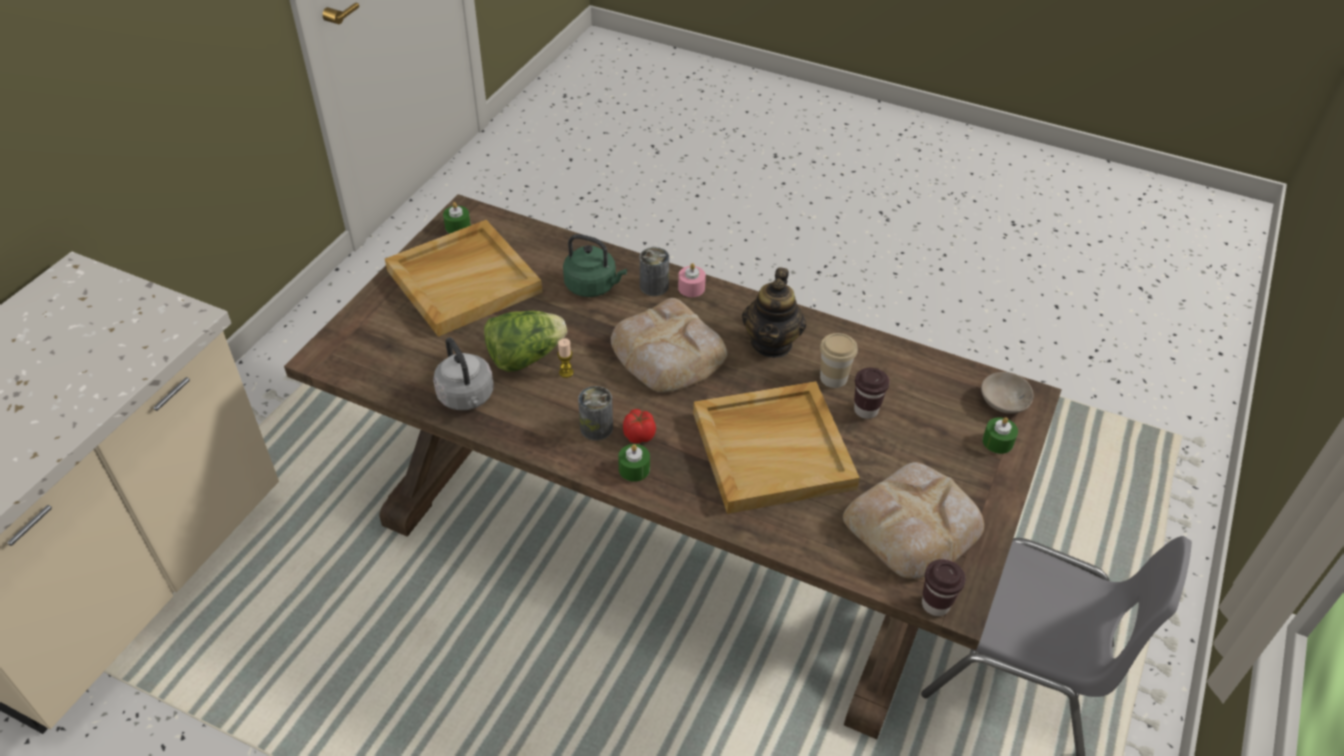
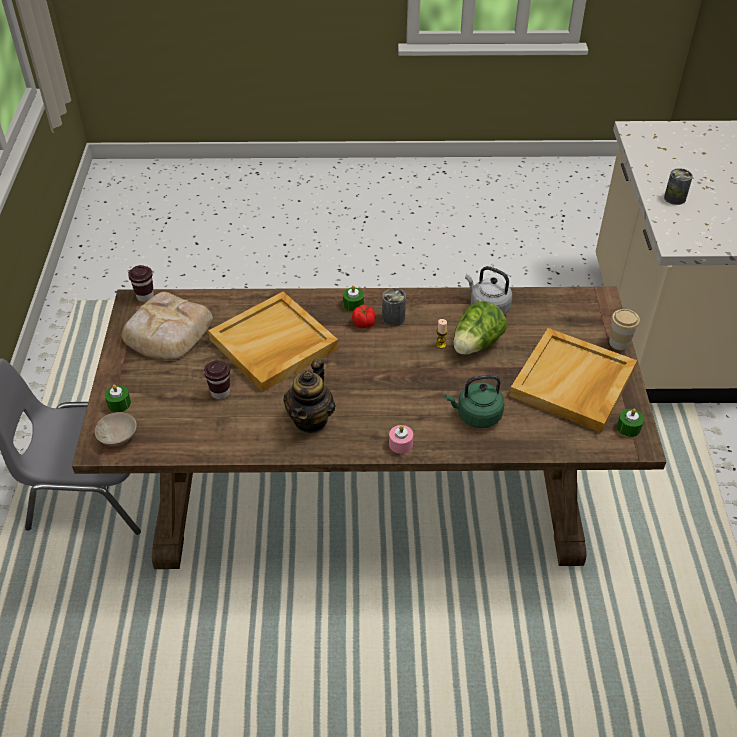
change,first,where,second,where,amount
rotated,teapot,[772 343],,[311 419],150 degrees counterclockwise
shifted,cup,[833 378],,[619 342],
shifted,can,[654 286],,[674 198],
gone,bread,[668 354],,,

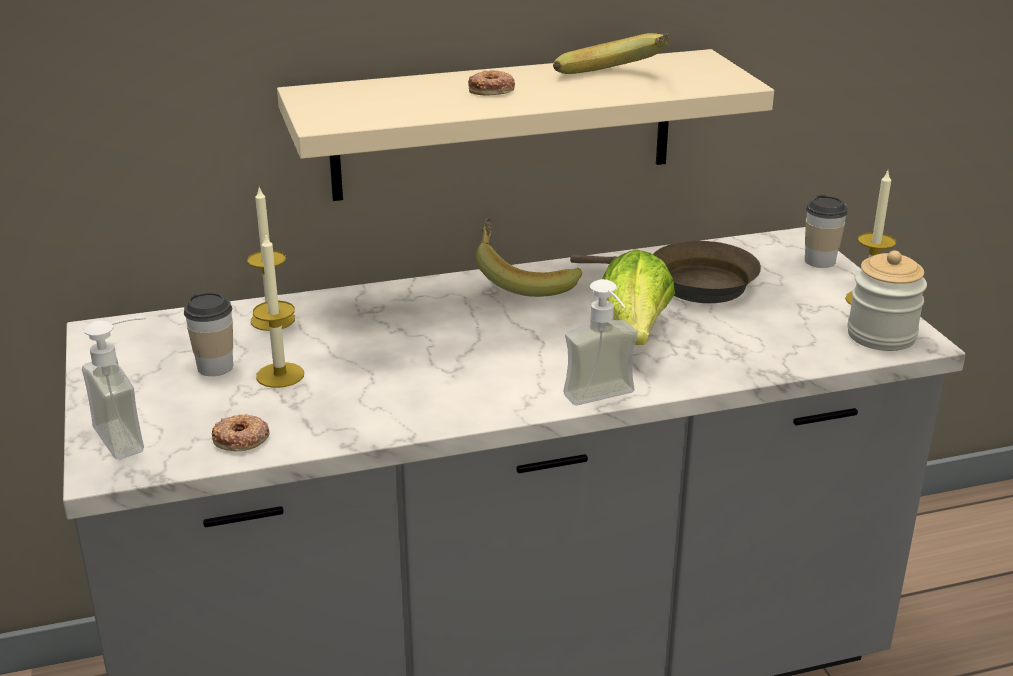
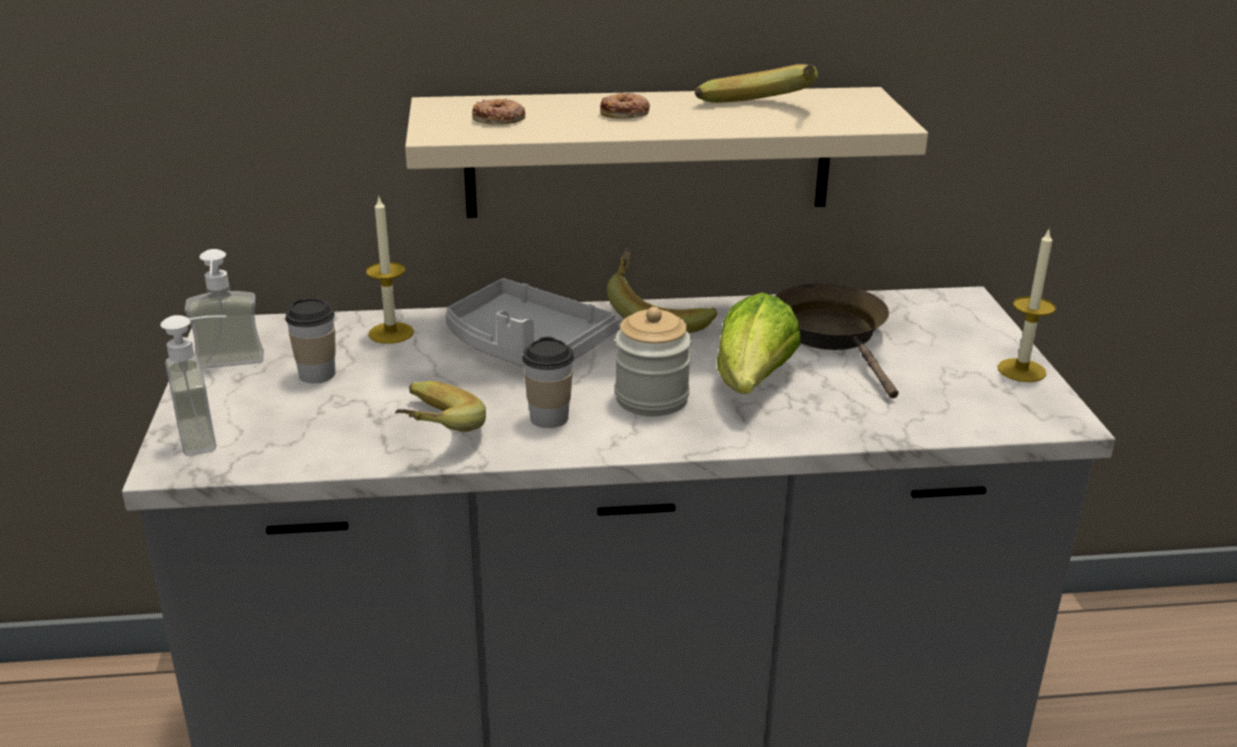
change,first,where,second,where,amount
shifted,soap dispenser,[605 400],,[229 367],
new,,,banana,[428 434],
new,,,grey tray,[526 346],
shifted,donut,[241 439],,[498 119],
shifted,cup,[819 261],,[549 418],
shifted,jar,[881 335],,[651 398],
rotated,brown frying pan,[691 284],,[833 335],135 degrees counterclockwise
gone,candle,[280 375],,,

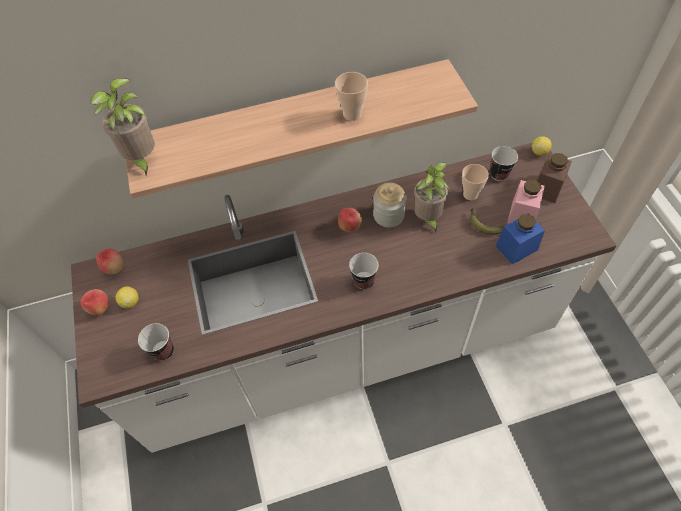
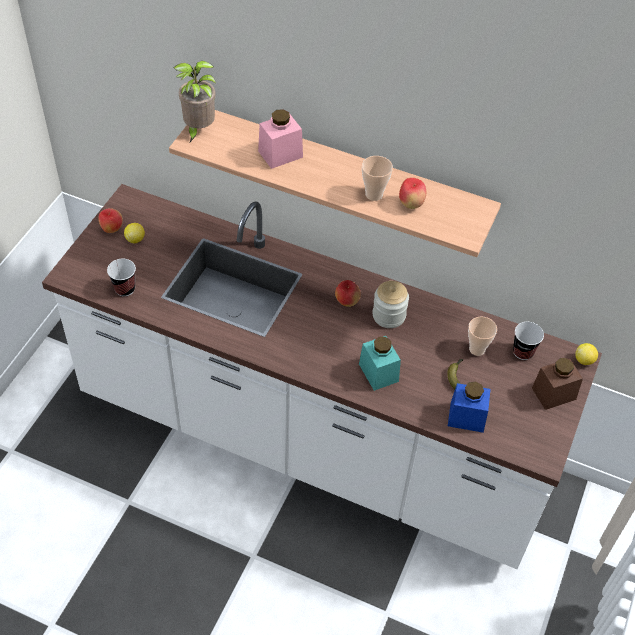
change,first,where,second,where,amount
shifted,pink jar,[522 214],,[280 154],
new,,,turquoise jar,[378 372],
shifted,apple,[115 268],,[411 204],
gone,cup,[364 281],,,
gone,potted plant,[427 219],,,

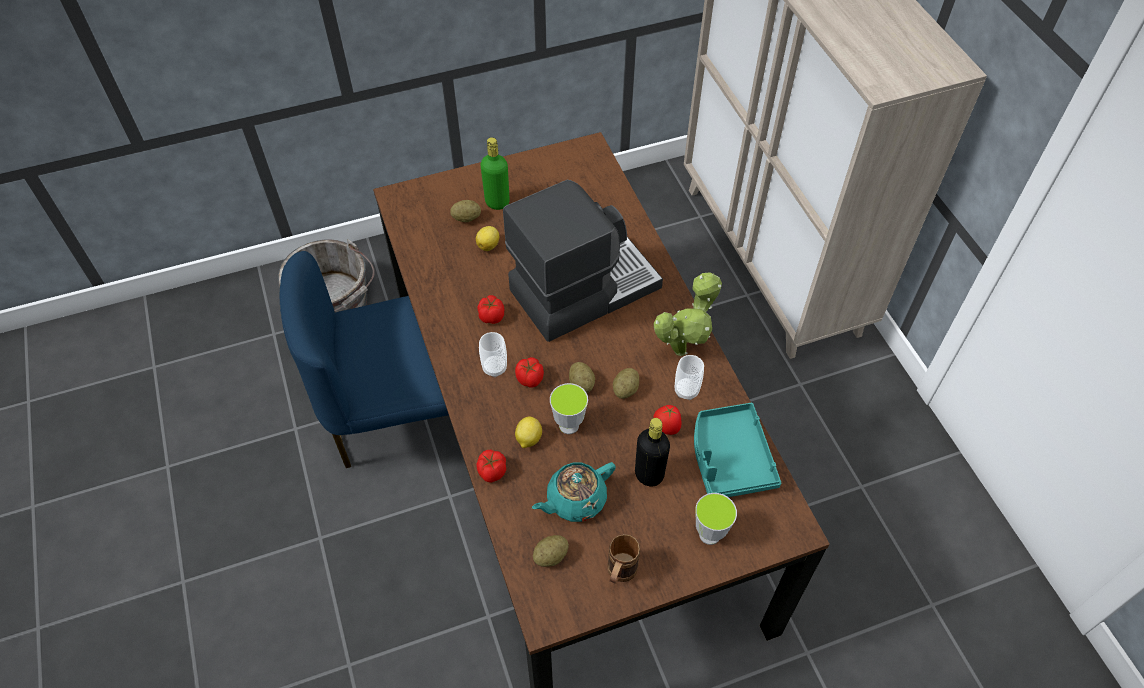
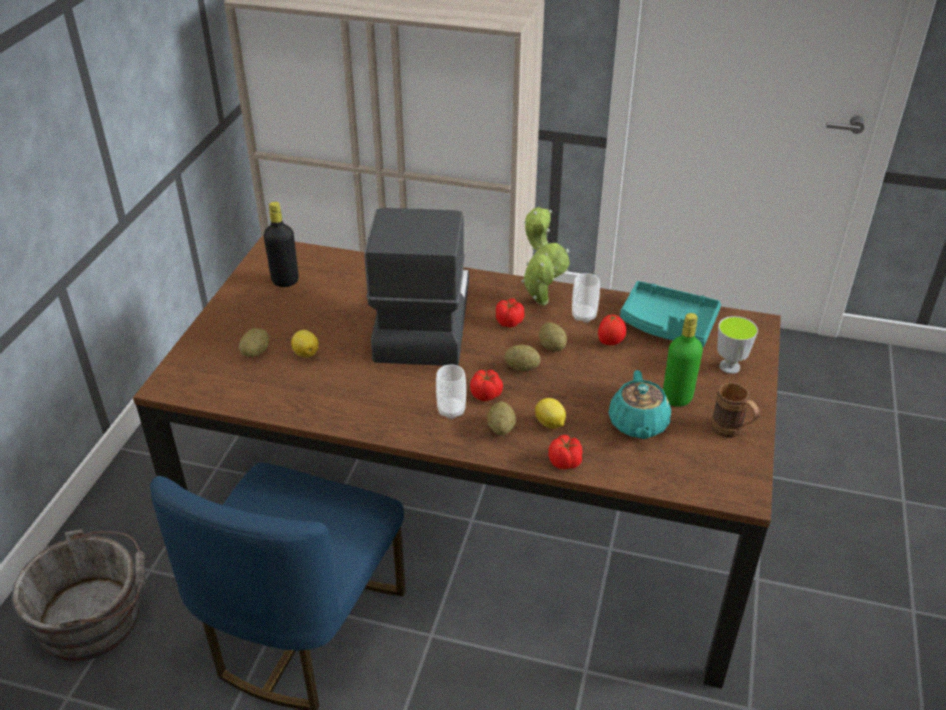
change,first,where,second,where,amount
shifted,black bottle,[649 474],,[285 281],
shifted,potato,[551 556],,[501 428],
shifted,tomato,[491 316],,[508 322],
shifted,green bottle,[497 202],,[677 398],
gone,cup,[569 425],,,

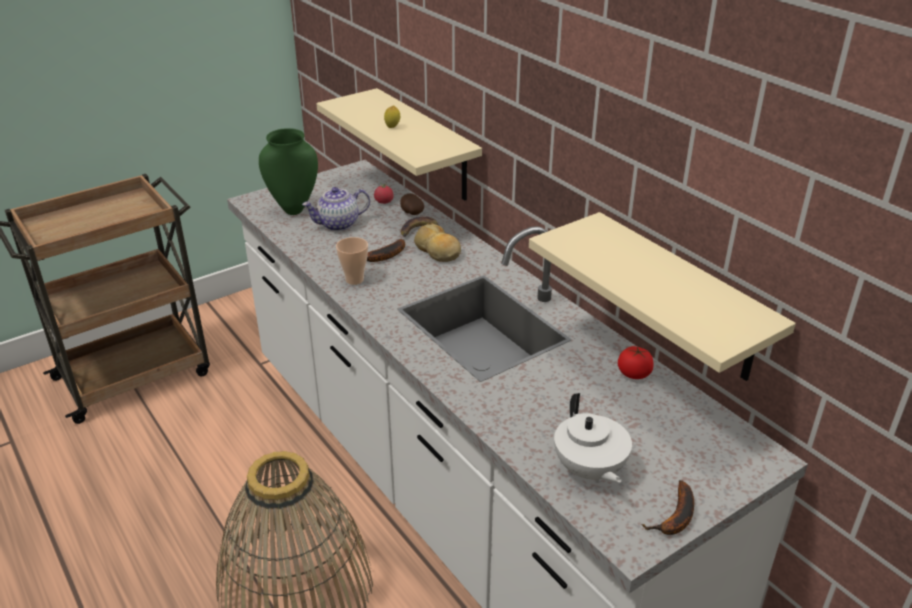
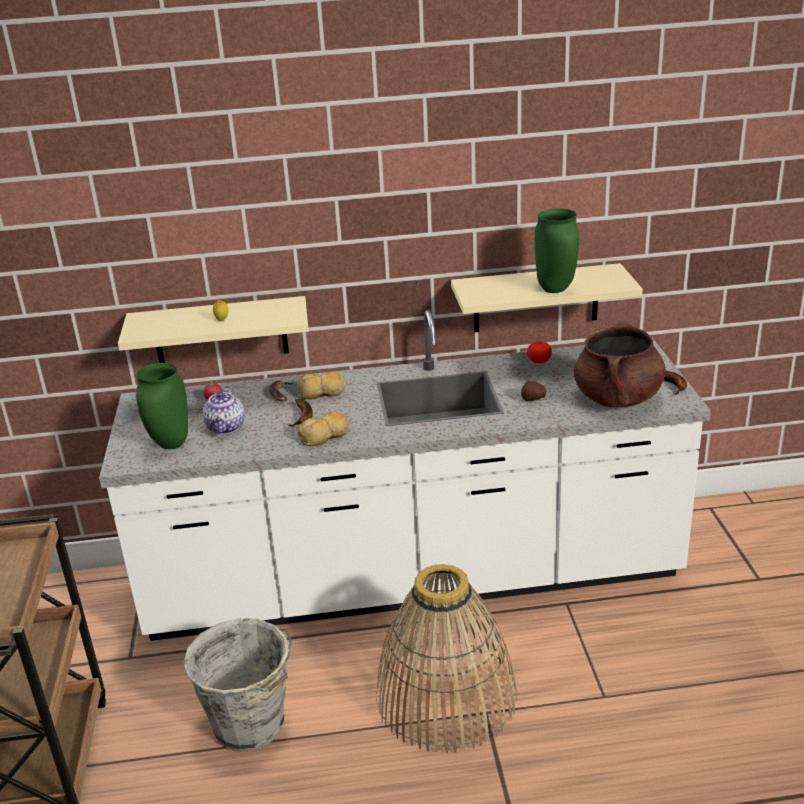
change,first,where,second,where,amount
new,,,grey bucket,[251 726],
swapped,cup,[354 280],bread,[325 436],
shifted,potato,[411 213],,[533 399],
new,,,green vase,[554 289],
swapped,white teapot,[589 470],brown cooking pot,[617 398],

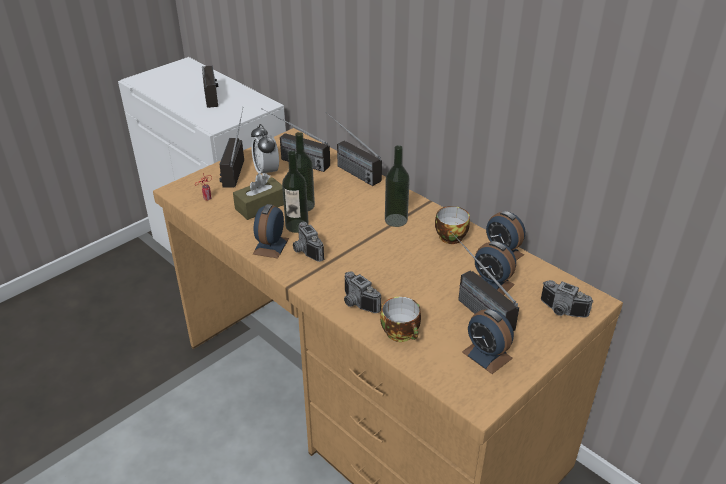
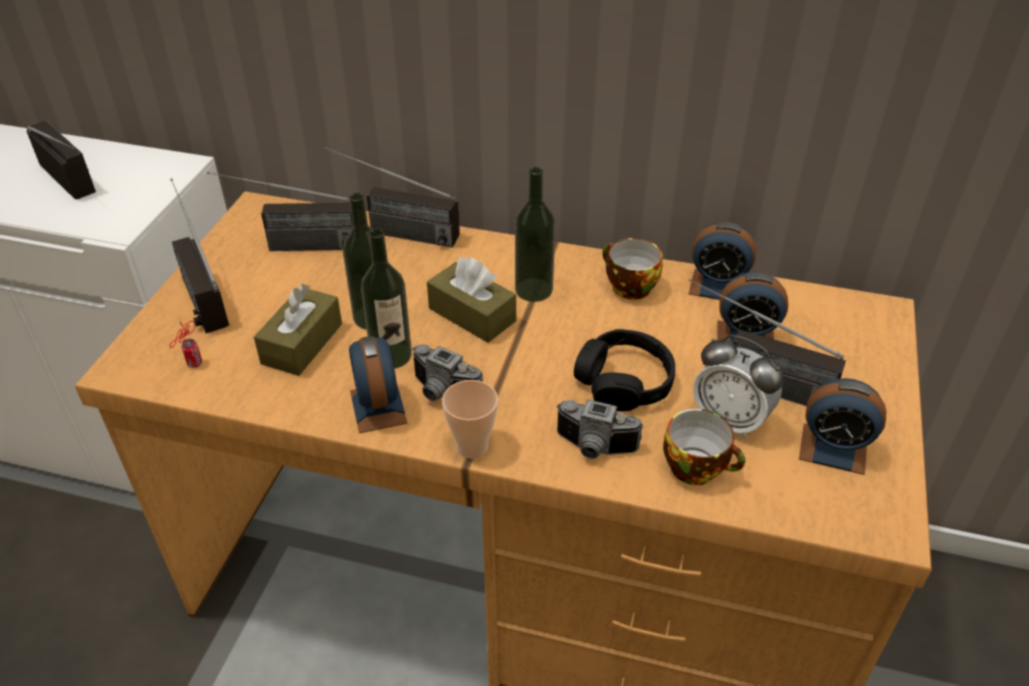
change,first,where,second,where,amount
new,,,brown tissue box,[472 315],
new,,,cup,[472 447],
new,,,black headphones,[624 382],
shifted,alarm clock,[266 172],,[730 420],
gone,photo camera,[561 311],,,

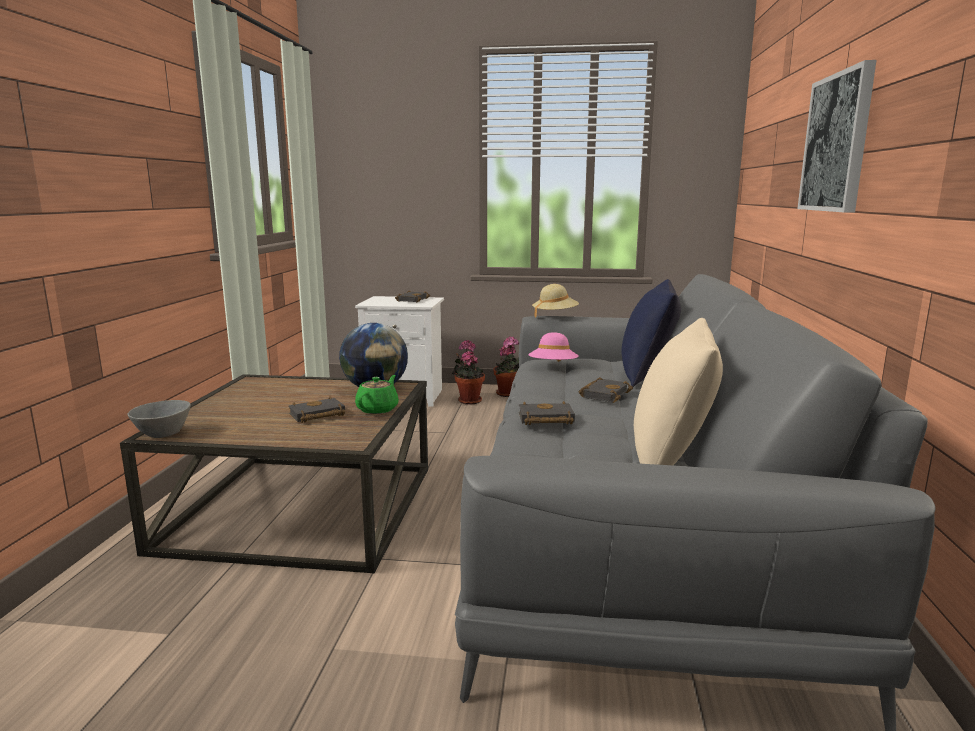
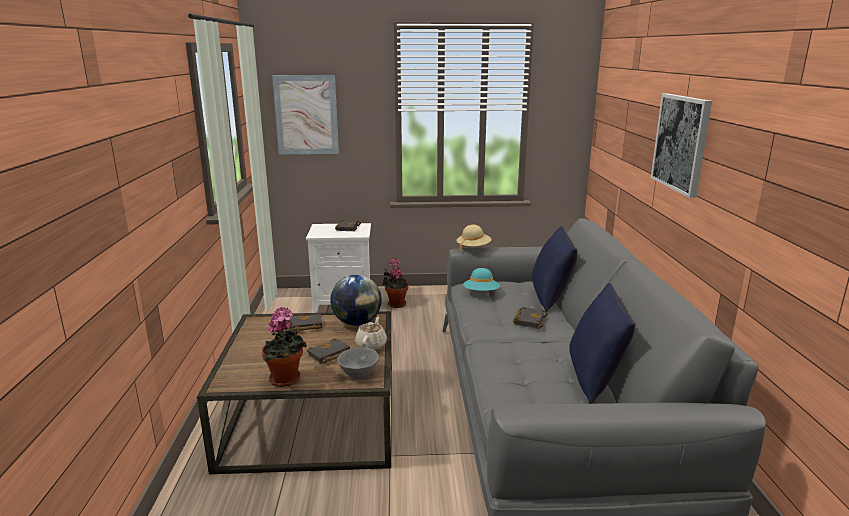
change,first,where,second,where,amount
shifted,potted plant,[509 394],,[287 380],
new,,,picture,[306 115],
shifted,black book,[544 419],,[304 326],
shifted,grey bowl,[162 433],,[358 374],
repainted,green teapot,[378 409],beige teapot,[371 345],
repainted,pink hat,[553 367],turquoise hat,[481 293],
repainted,beige pillow,[671 459],blue pillow,[595 379],

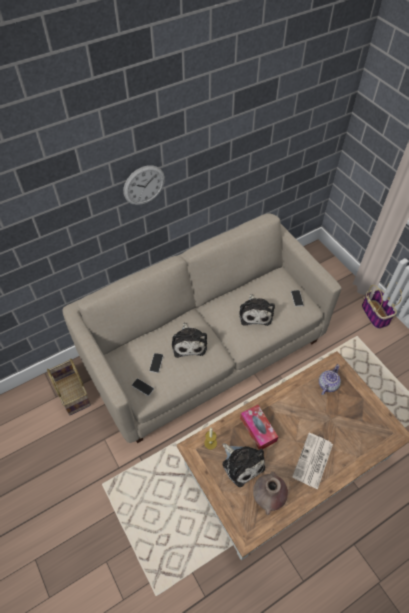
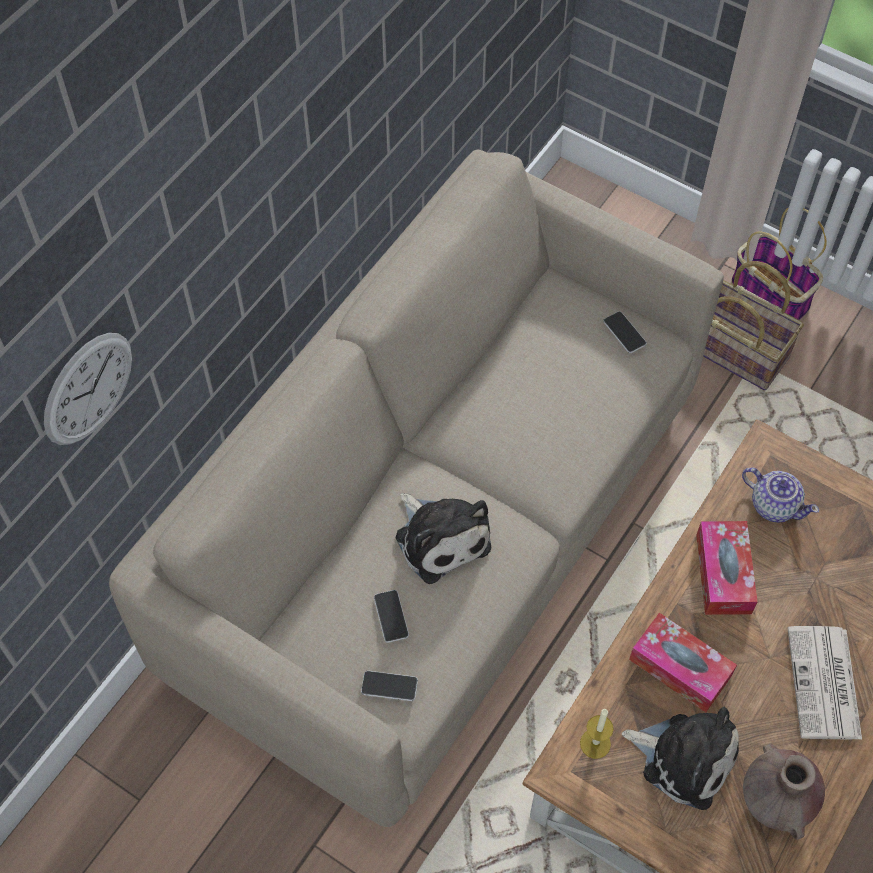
change,first,where,second,where,amount
shifted,wall clock,[144 185],,[88 388],
new,,,tissue box,[723 574],
shifted,basket,[73 393],,[737 350],
rotated,teapot,[327 385],,[774 504],120 degrees clockwise
gone,plush toy,[255 313],,,

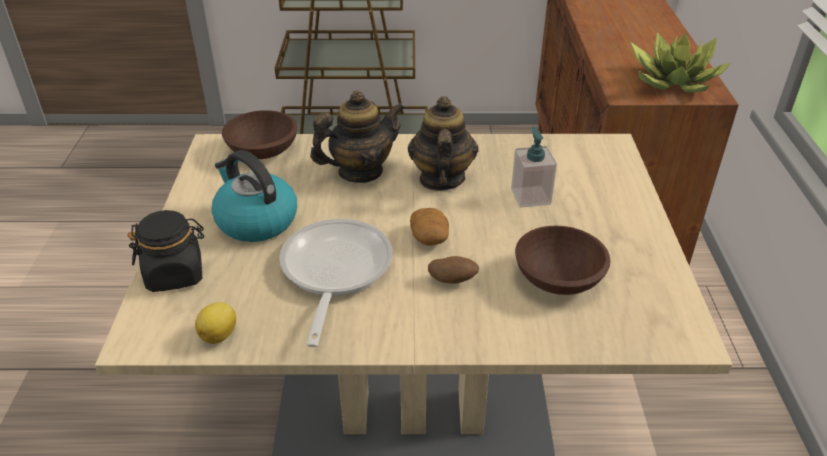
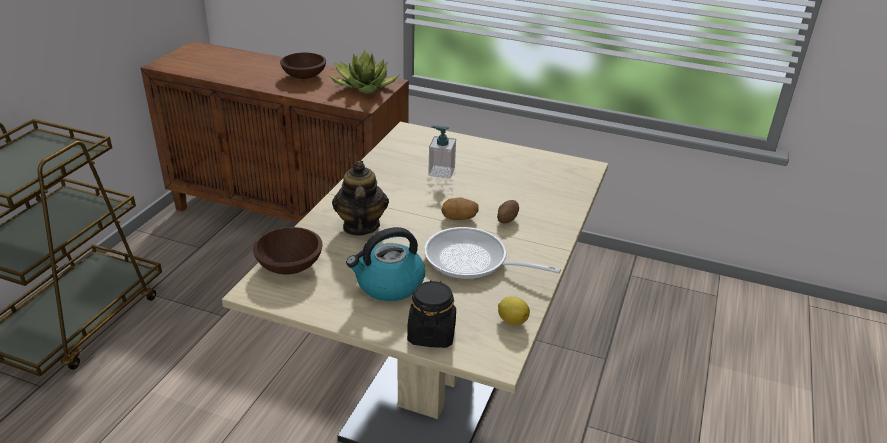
change,first,where,second,where,amount
shifted,brown bowl,[560 278],,[304 75],
gone,teapot,[441 179],,,

